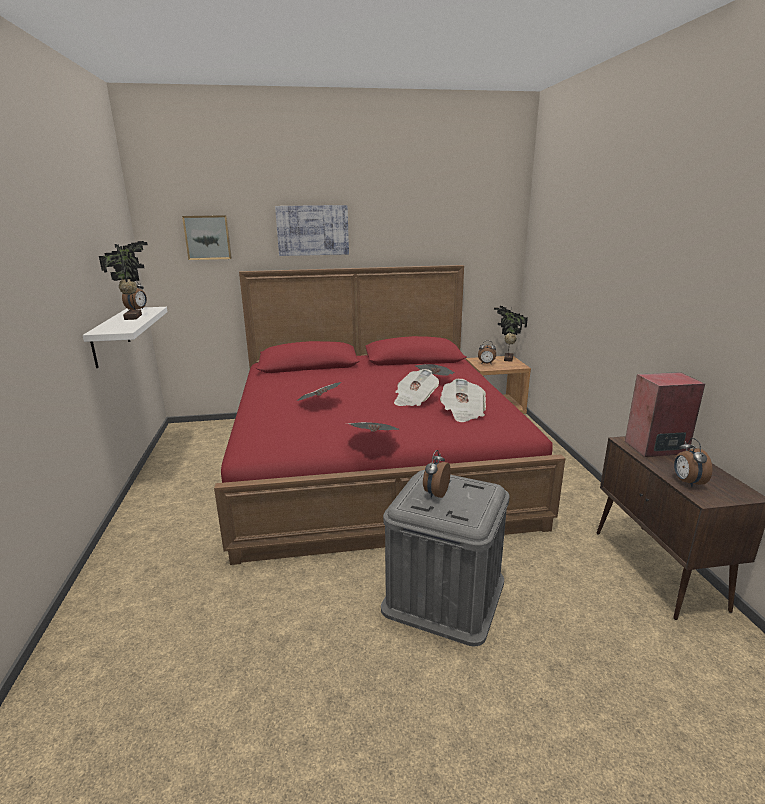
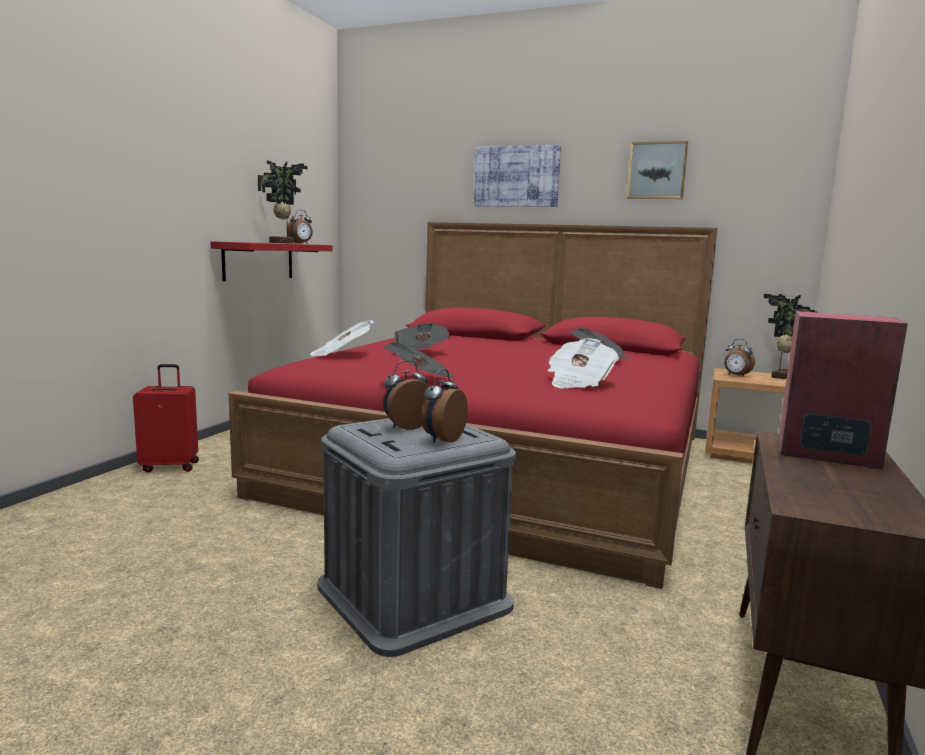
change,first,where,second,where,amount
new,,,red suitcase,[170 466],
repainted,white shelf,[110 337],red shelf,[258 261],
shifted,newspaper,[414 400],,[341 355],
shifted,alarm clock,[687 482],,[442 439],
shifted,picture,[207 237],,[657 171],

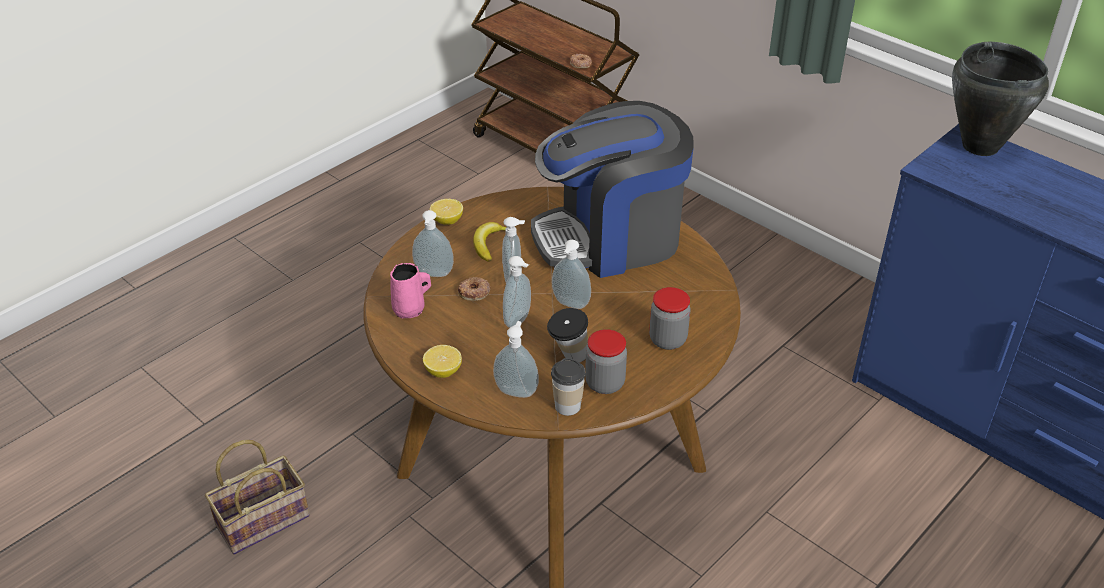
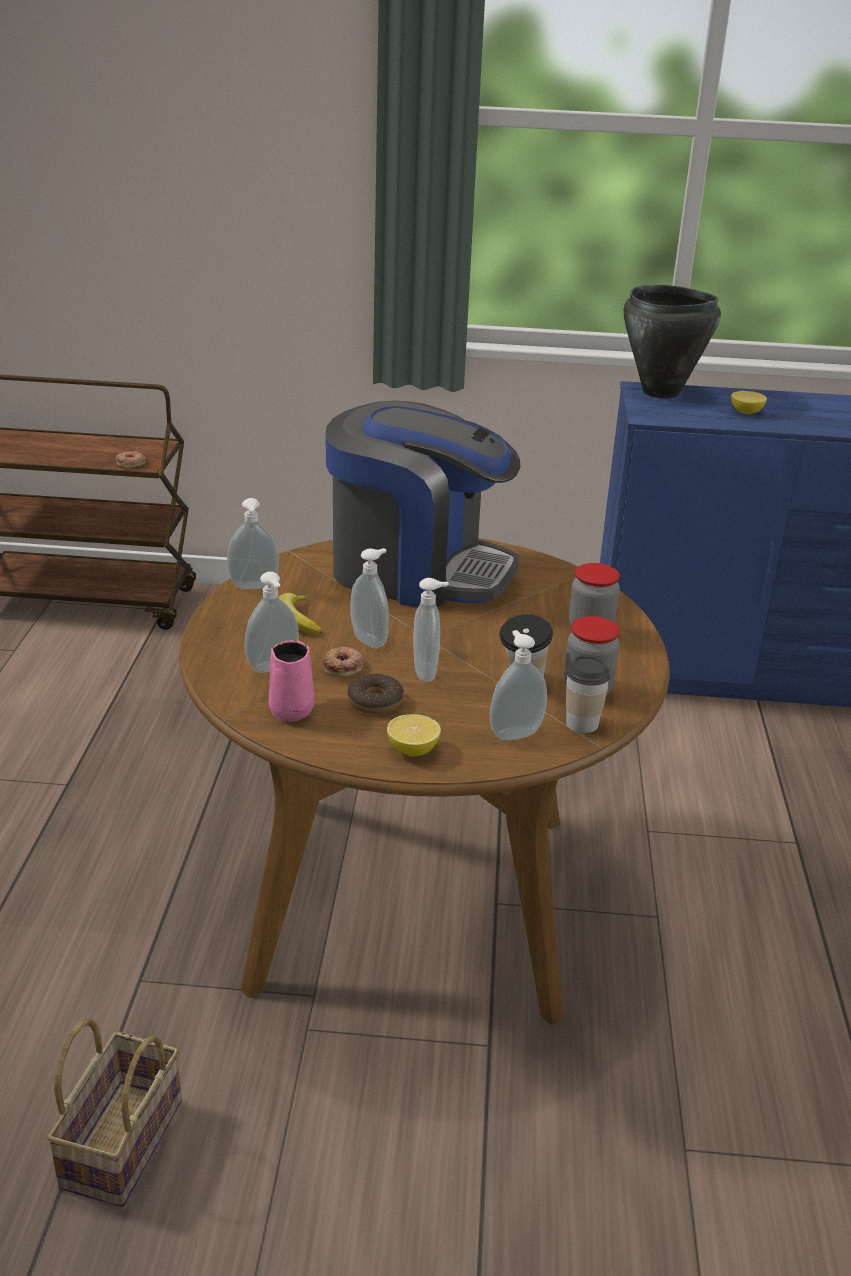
change,first,where,second,where,amount
shifted,soap dispenser,[570 305],,[254 587],
rotated,coffee machine,[611 238],,[417 571],105 degrees counterclockwise
new,,,donut,[375 701],
shifted,lemon,[447 220],,[746 412],

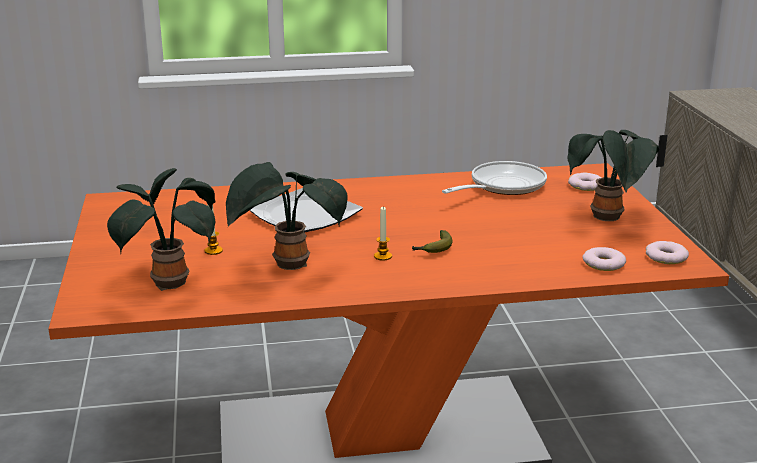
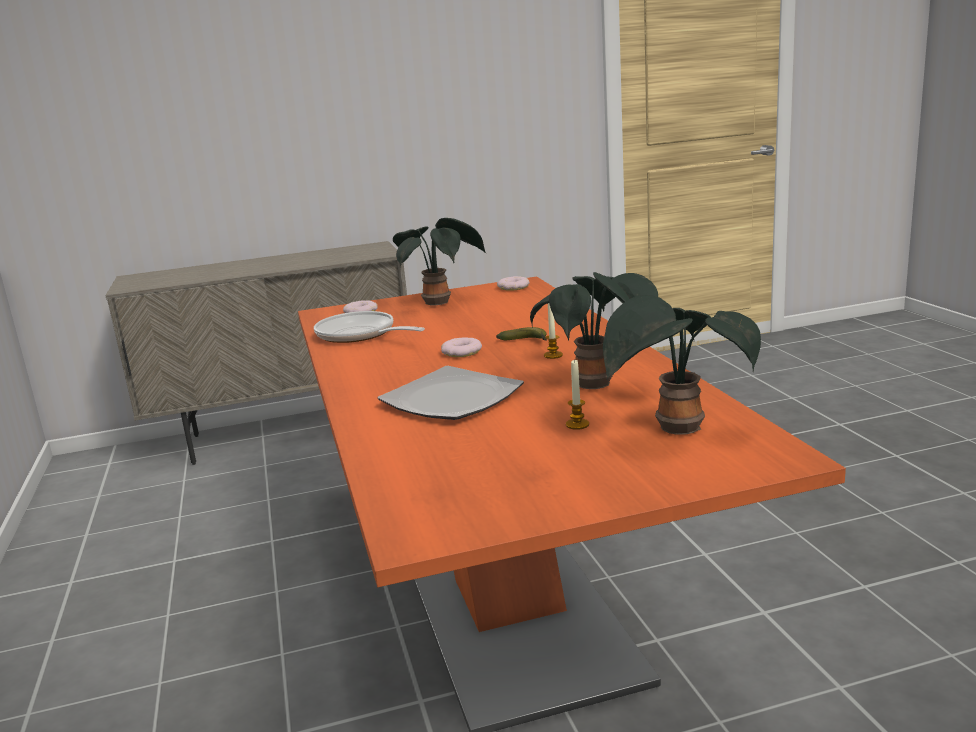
change,first,where,second,where,amount
shifted,donut,[603 263],,[461 352],

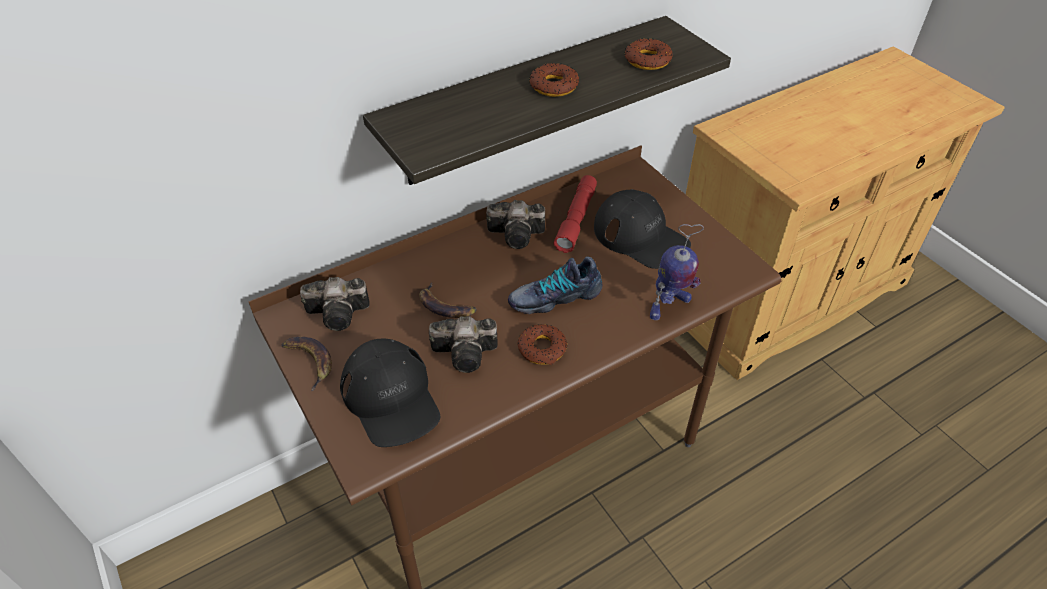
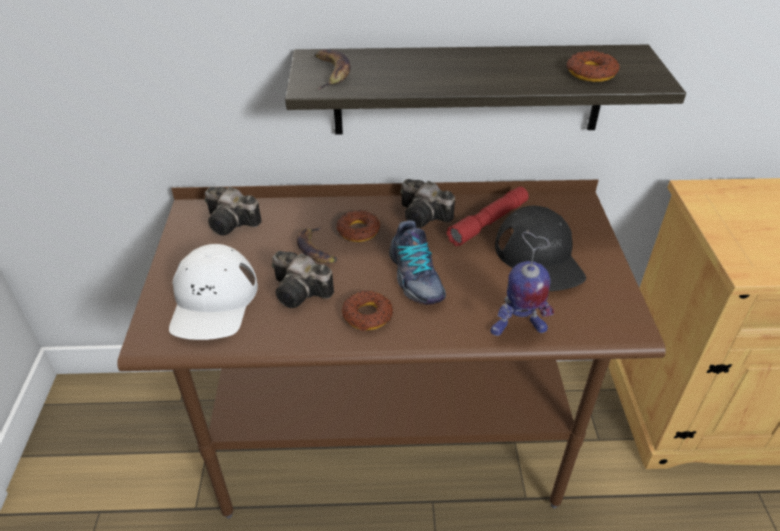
change,first,where,second,where,amount
repainted,black cap,[391 398],white cap,[213 301],
shifted,banana,[309 361],,[330 73],
shifted,donut,[553 86],,[358 230],
rotated,shoe,[554 297],,[415 277],120 degrees counterclockwise

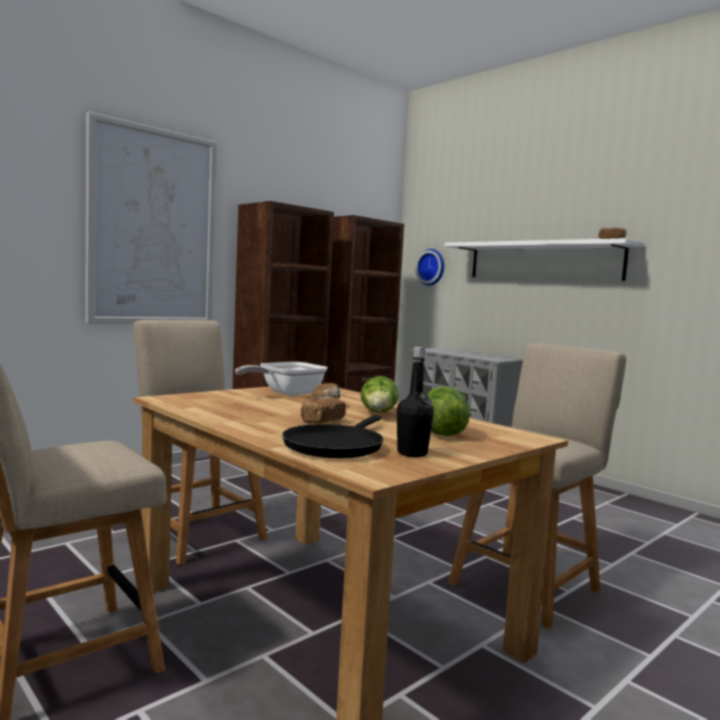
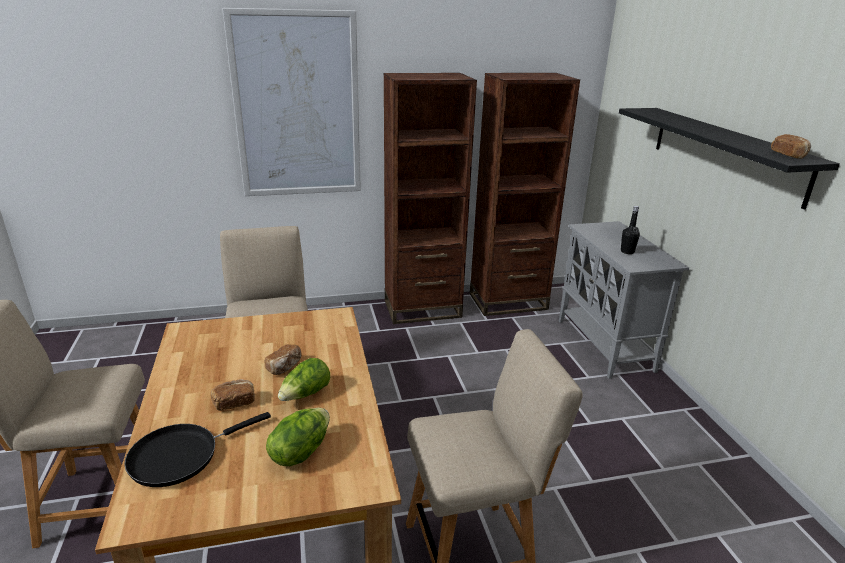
change,first,where,second,where,amount
repainted,white shelf,[543 261],black shelf,[725 152],
shifted,black bottle,[412 453],,[627 251],
gone,frying pan,[286 393],,,
gone,wall clock,[432 267],,,

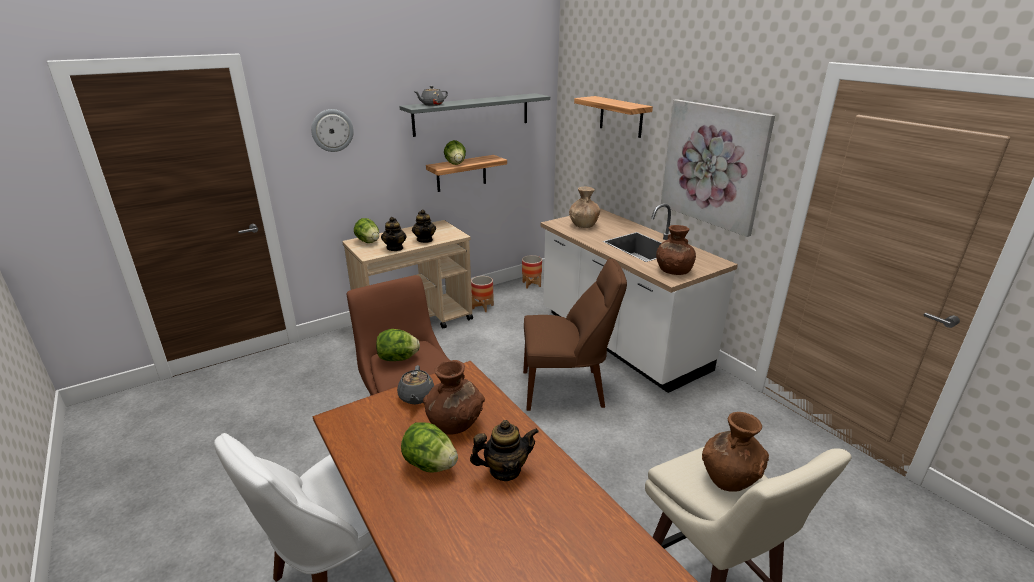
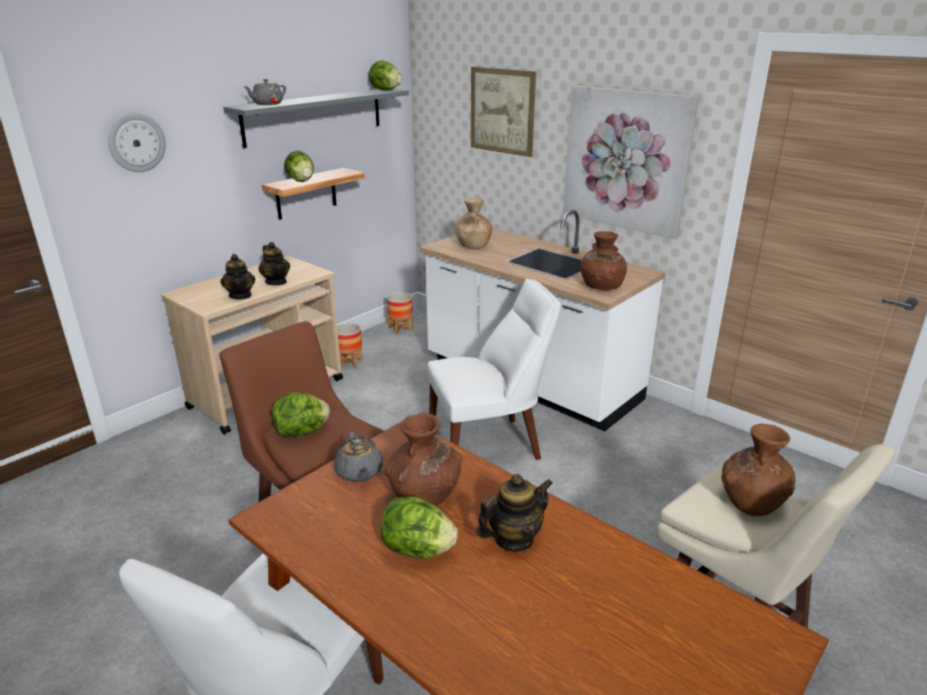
change,first,where,second,where,amount
shifted,lettuce,[368 242],,[385 90],
repainted,brown chair,[567 389],white chair,[489 445],
swapped,shelf,[621 116],picture,[502 111],

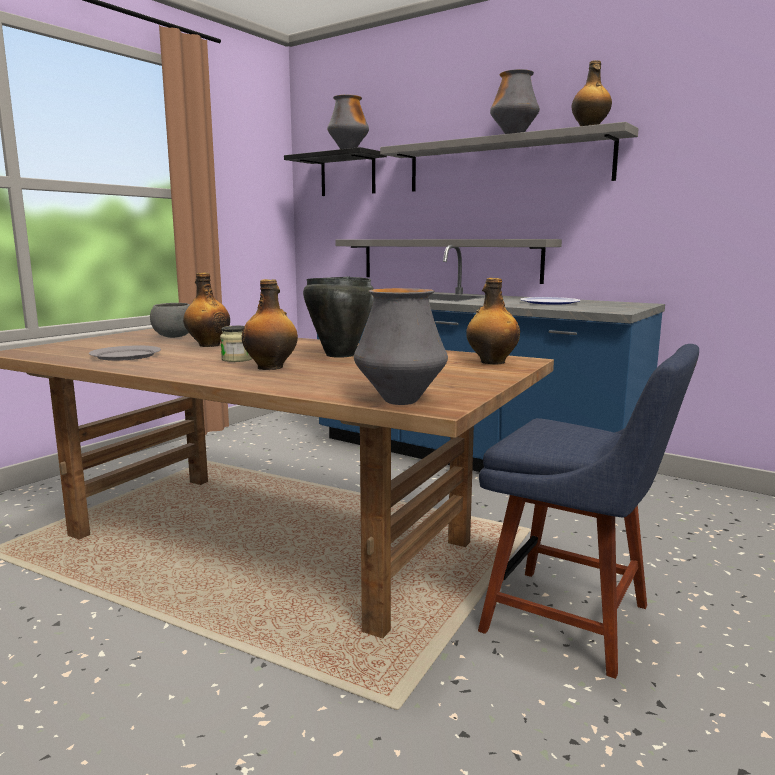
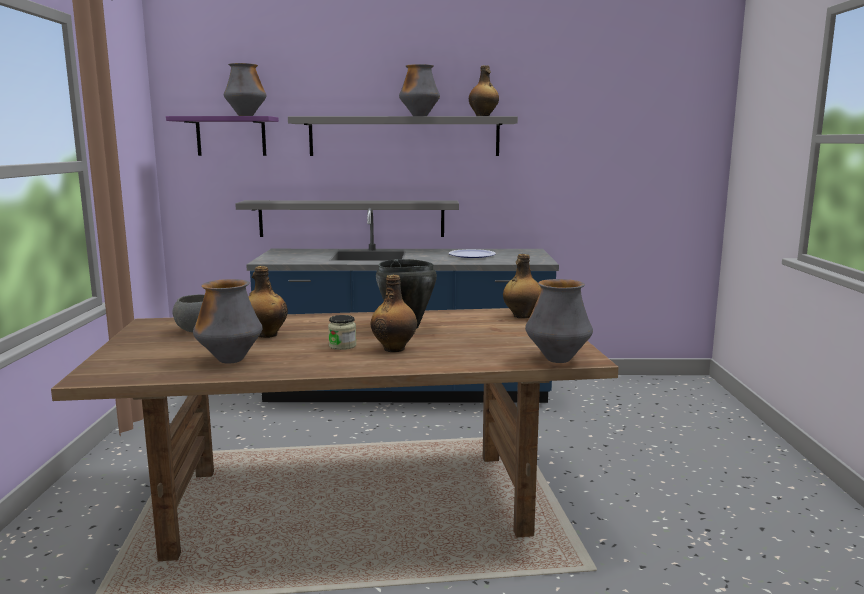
change,first,where,second,where,amount
repainted,black shelf,[348 175],purple shelf,[231 136],
swapped,grey plate,[126 356],vase,[230 360],
gone,blue chair,[575 621],,,

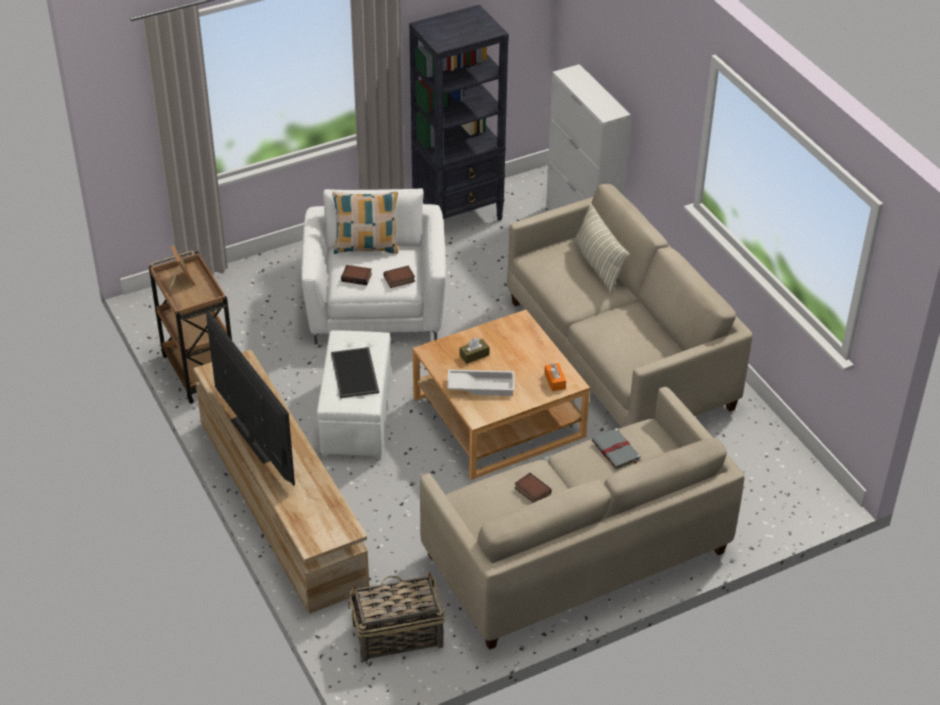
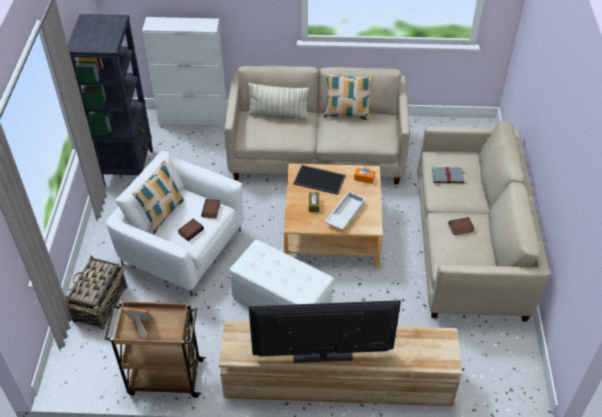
change,first,where,second,where,amount
shifted,basket,[396 635],,[100 304],
shifted,tray,[356 373],,[320 179],
new,,,pillow,[347 114],

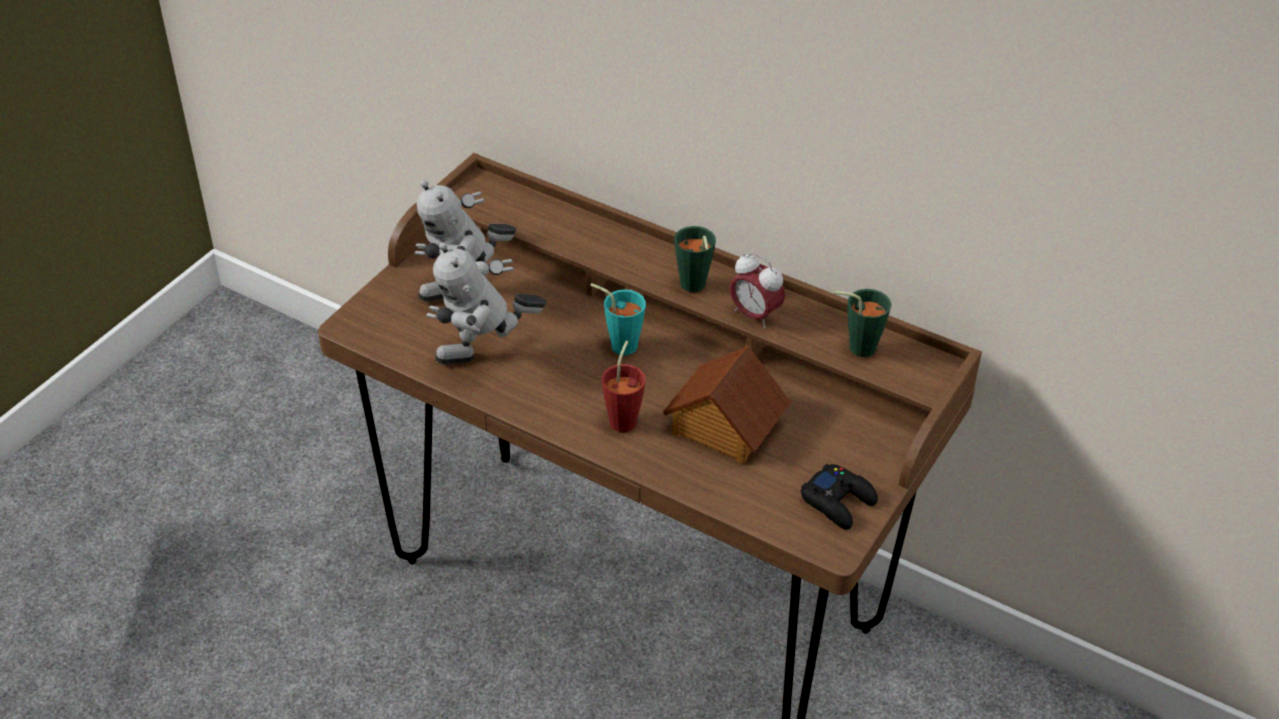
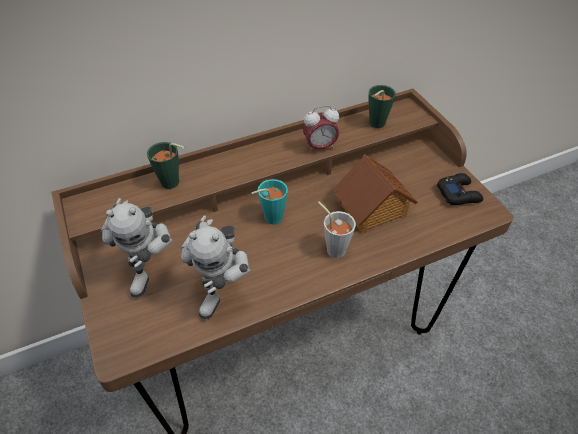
change,first,where,second,where,amount
shifted,green cup,[693 287],,[173 184],
repainted,red cup,[625 417],grey cup,[333 247],

